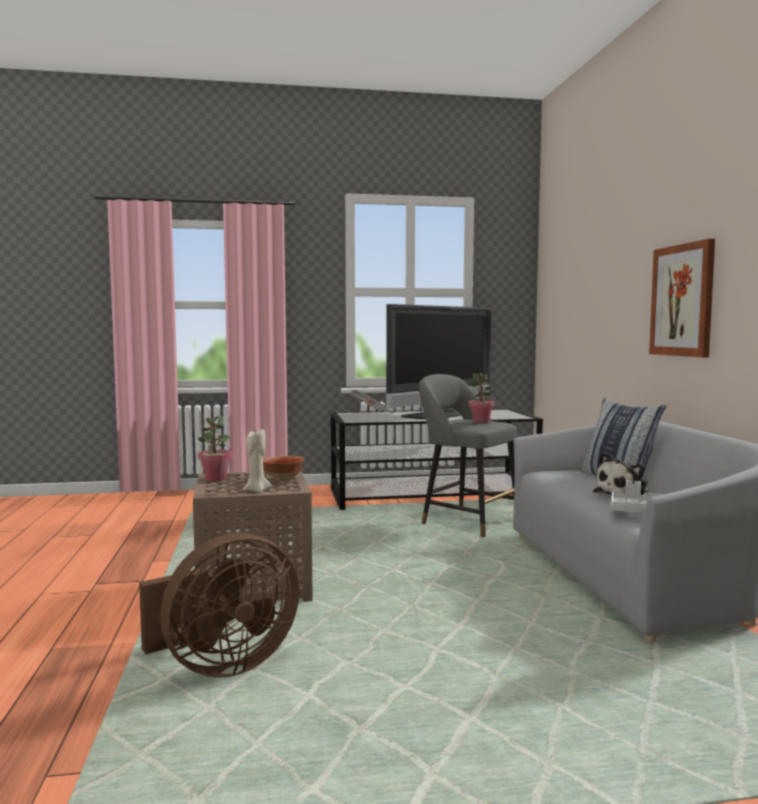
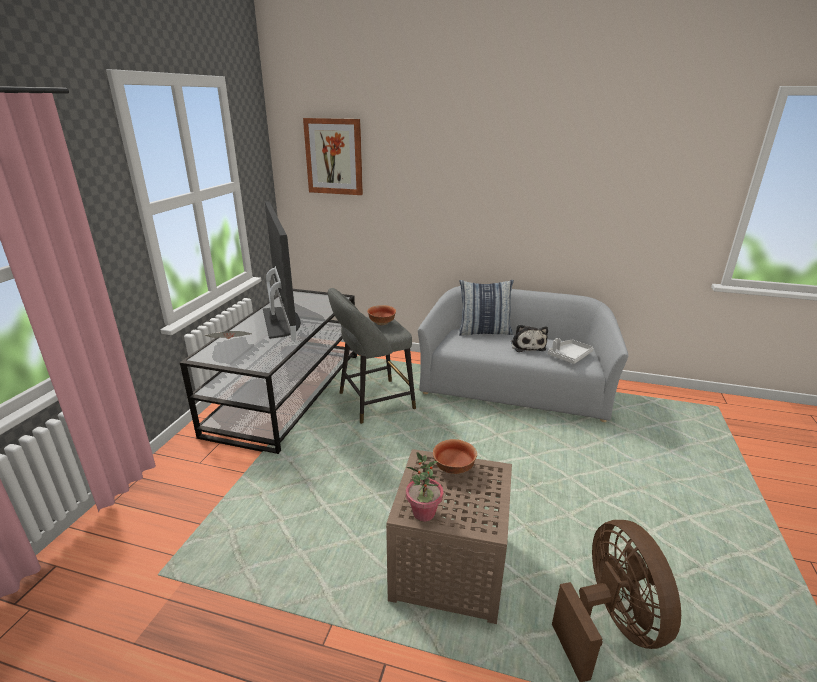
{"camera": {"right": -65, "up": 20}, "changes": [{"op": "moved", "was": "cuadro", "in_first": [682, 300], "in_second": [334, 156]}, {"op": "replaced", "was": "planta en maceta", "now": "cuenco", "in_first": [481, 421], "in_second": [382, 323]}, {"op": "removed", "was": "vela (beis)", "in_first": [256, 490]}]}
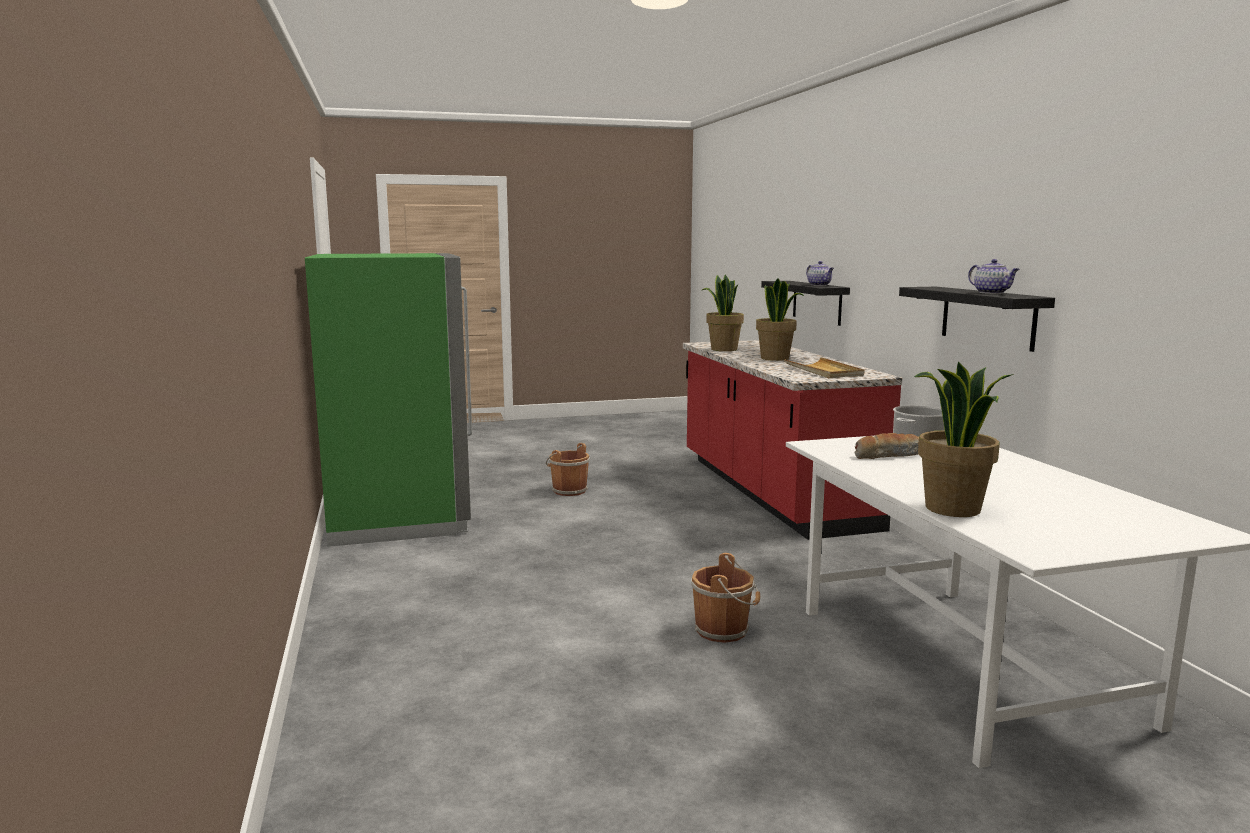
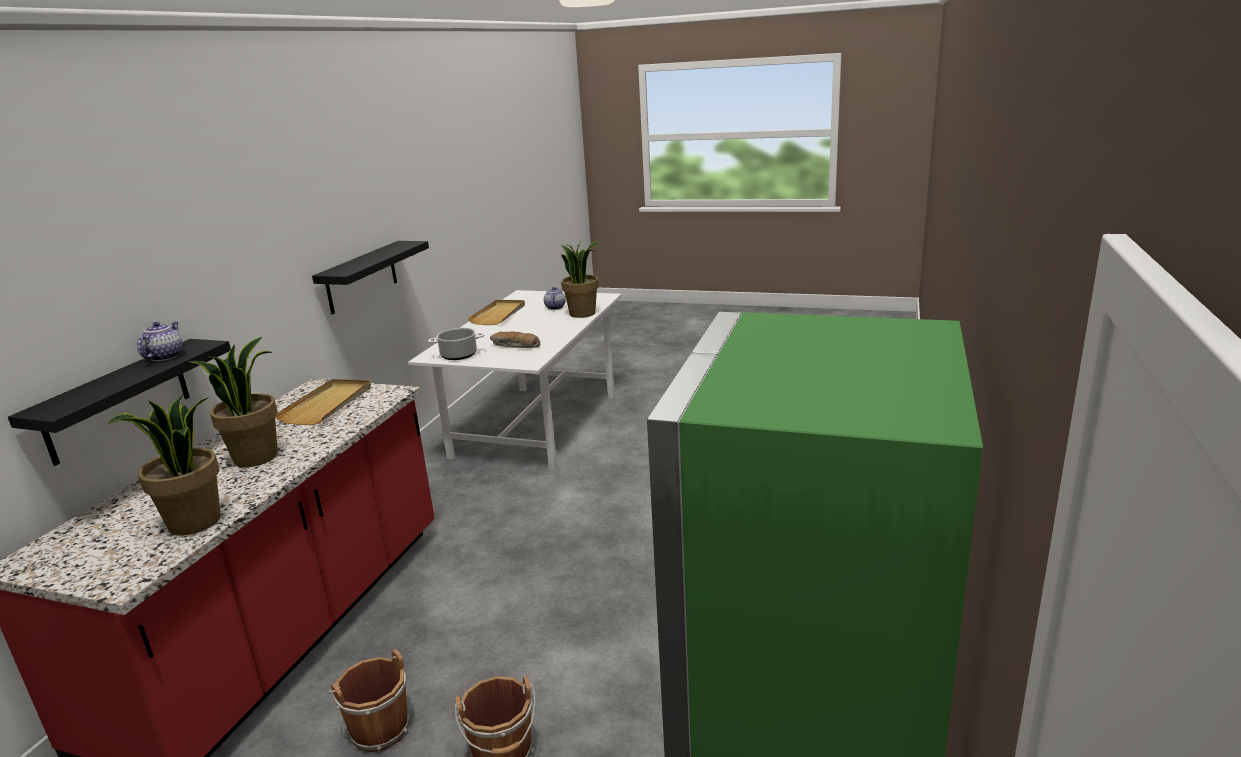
{"camera": {"right": -145, "up": 10}, "changes": [{"op": "moved", "was": "cubo (marrón)", "in_first": [724, 630], "in_second": [378, 728]}, {"op": "added", "now": "bandeja (beis)", "in_second": [499, 314]}, {"op": "moved", "was": "tetera", "in_first": [992, 293], "in_second": [555, 307]}]}
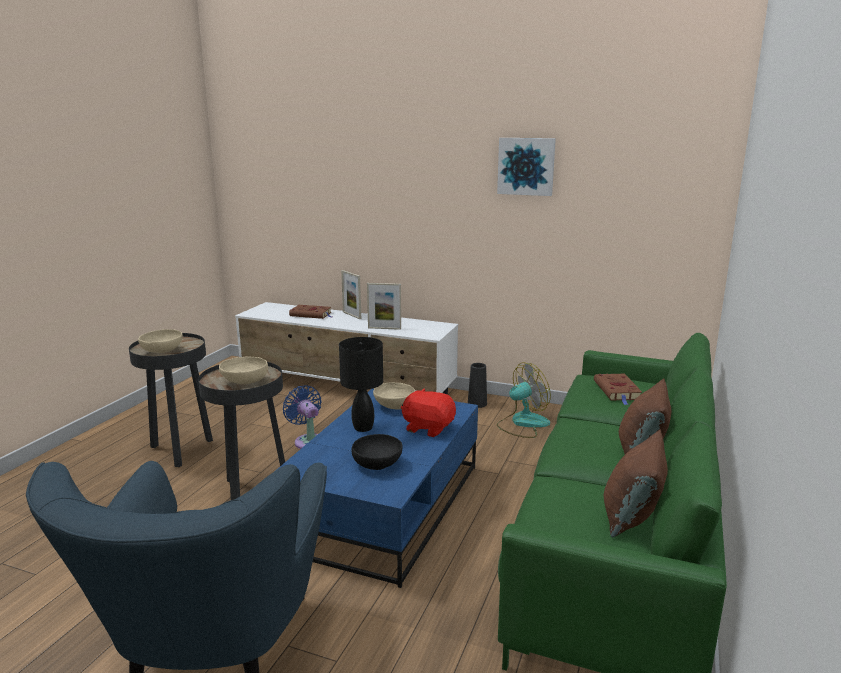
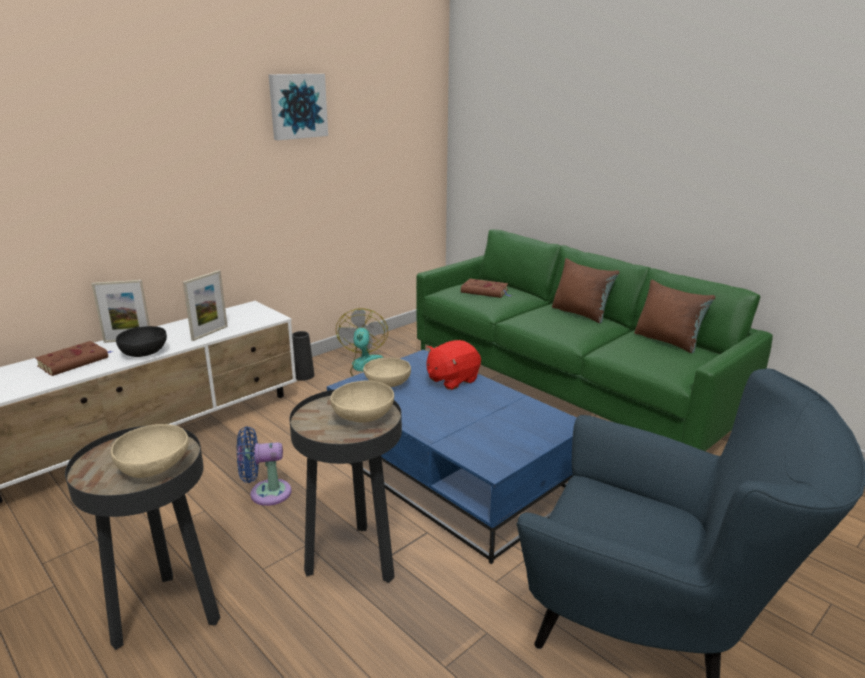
{"camera": {"right": -65, "up": 5}, "changes": [{"op": "moved", "was": "cuenco (negro)", "in_first": [378, 464], "in_second": [144, 352]}, {"op": "removed", "was": "lámpara de mesa (negro)", "in_first": [363, 427]}]}
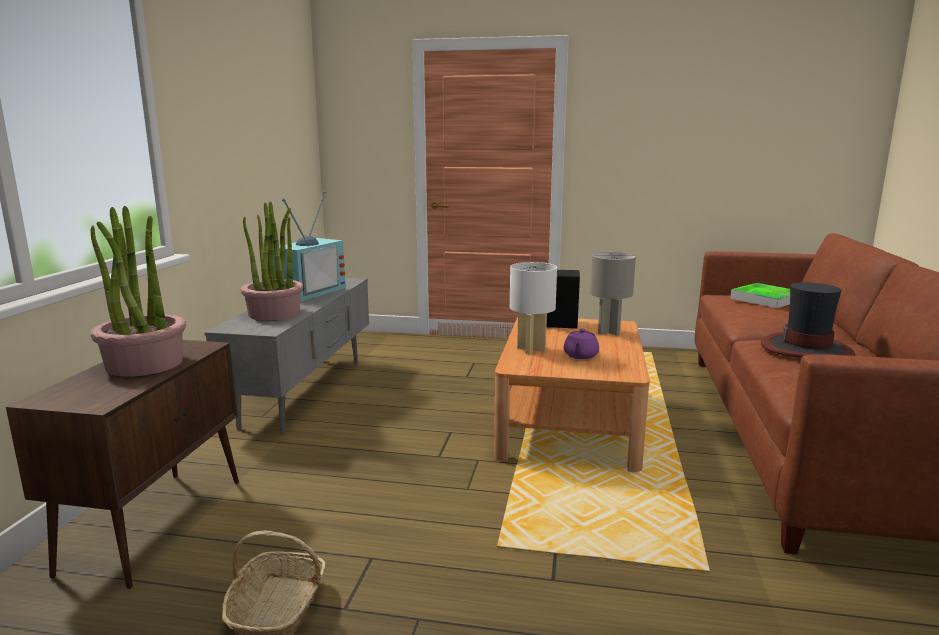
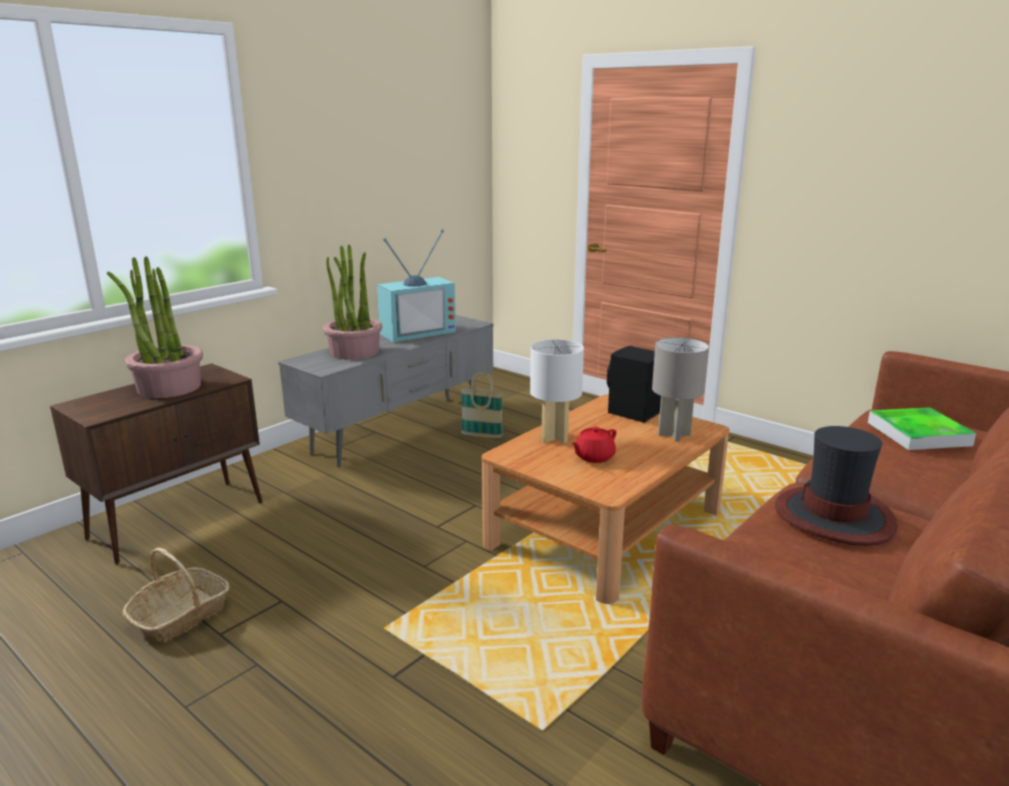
{"camera": {"right": 30, "up": 5}, "changes": [{"op": "added", "now": "cesta", "in_second": [482, 435]}, {"op": "recoloured", "was": "tetera (morado)", "now": "tetera (rojo)", "in_first": [580, 356], "in_second": [593, 457]}]}
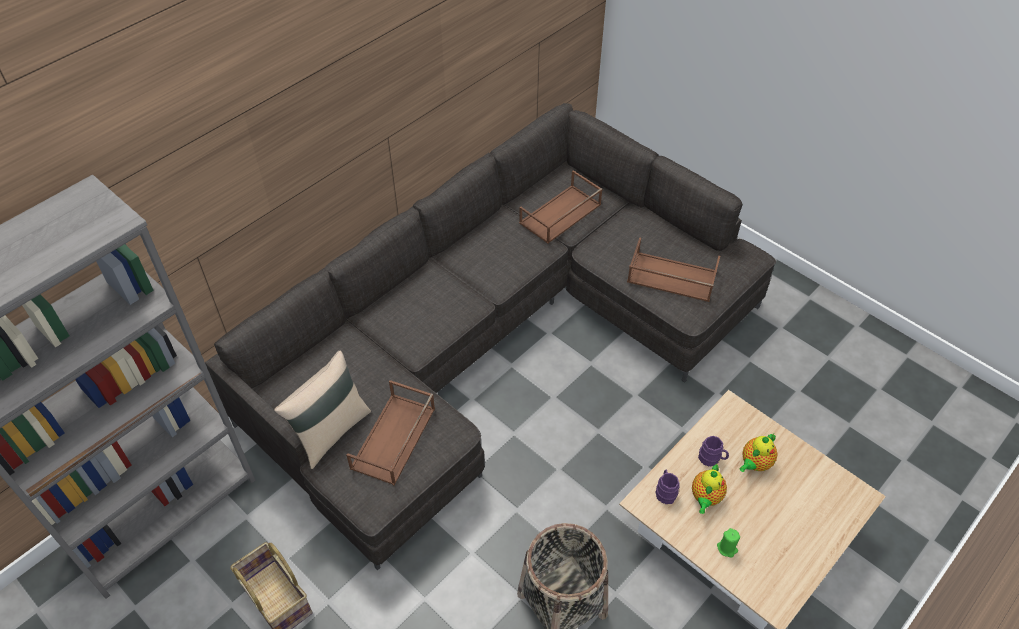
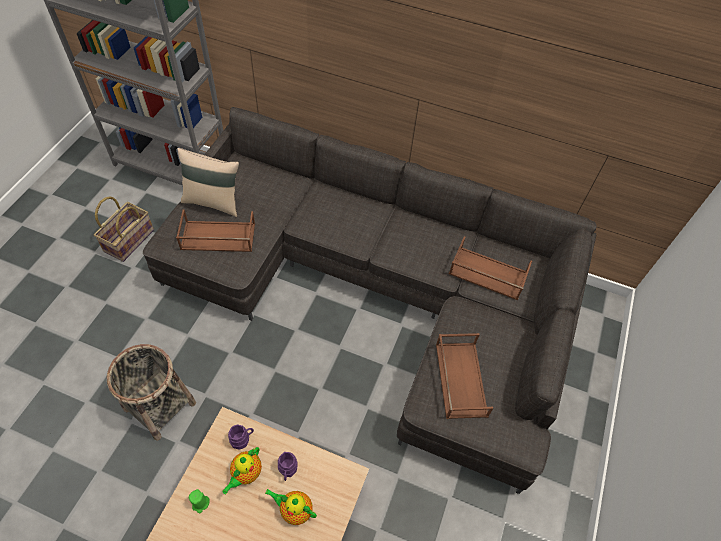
{"camera": {"right": 65, "up": 5}, "changes": [{"op": "turned", "was": "tetera", "in_first": [705, 498], "in_second": [245, 474], "clockwise": -60}]}
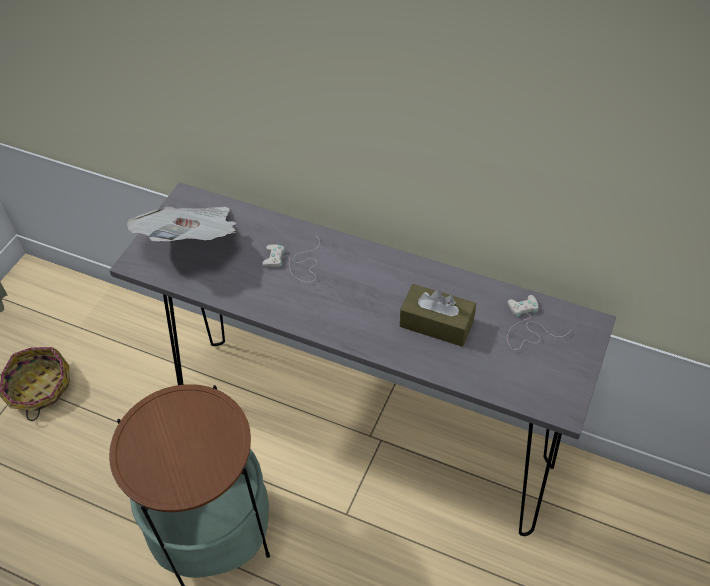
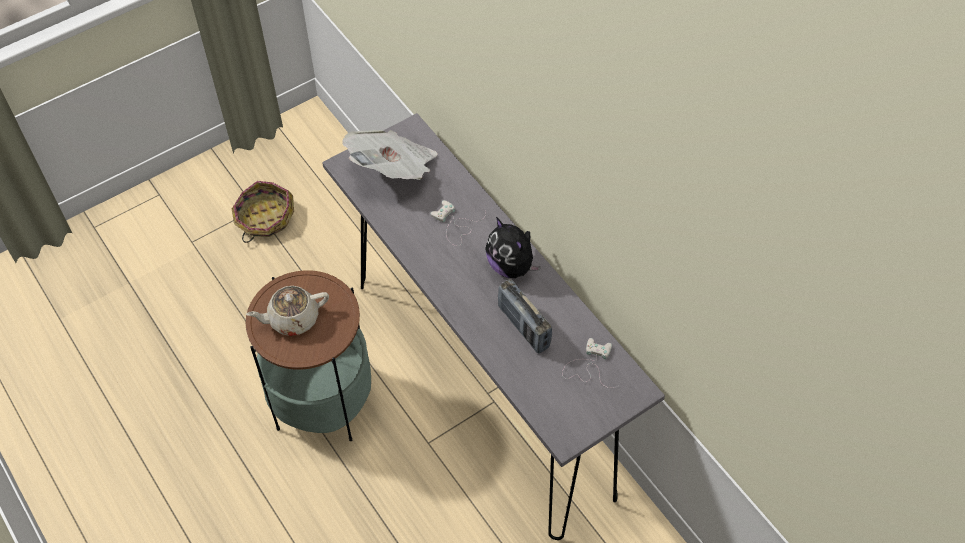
{"camera": {"right": 30, "up": 5}, "changes": [{"op": "added", "now": "tetera (beis)", "in_second": [292, 318]}, {"op": "added", "now": "peluche", "in_second": [511, 266]}, {"op": "replaced", "was": "caja de pañuelos (marrón)", "now": "radio", "in_first": [436, 323], "in_second": [523, 327]}]}
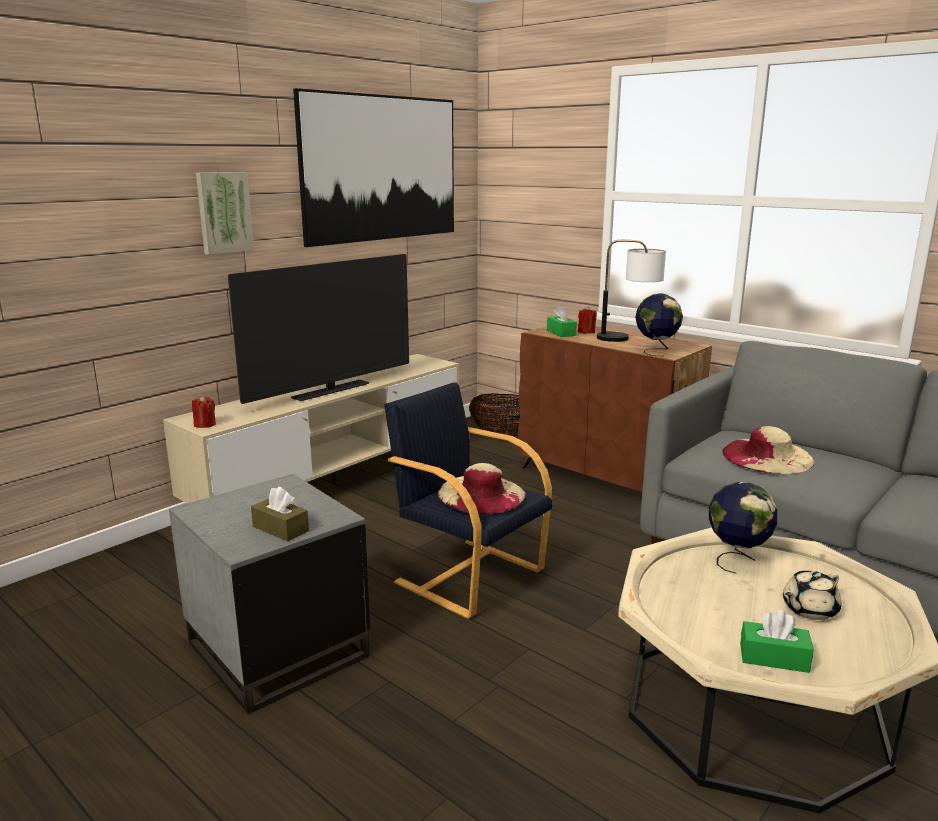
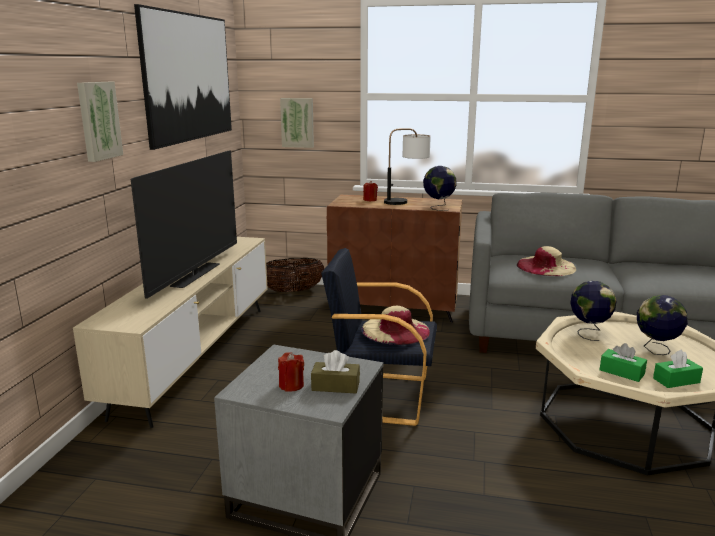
{"camera": {"right": -30, "up": 0}, "changes": [{"op": "moved", "was": "vela (rojo)", "in_first": [205, 424], "in_second": [291, 385]}, {"op": "added", "now": "cuadro", "in_second": [297, 122]}, {"op": "moved", "was": "caja de pañuelos (verde)", "in_first": [561, 333], "in_second": [621, 372]}, {"op": "replaced", "was": "tetera (beis)", "now": "globo terráqueo", "in_first": [808, 610], "in_second": [656, 350]}]}
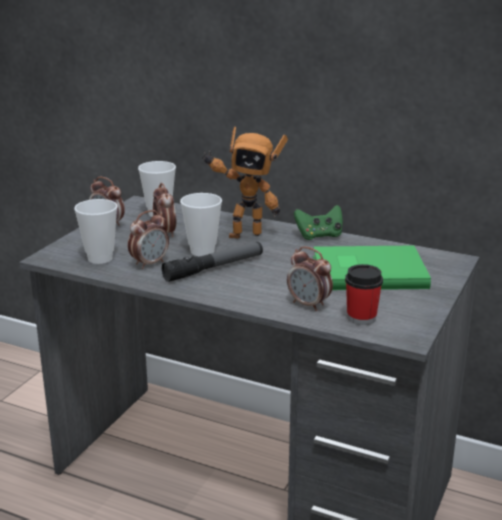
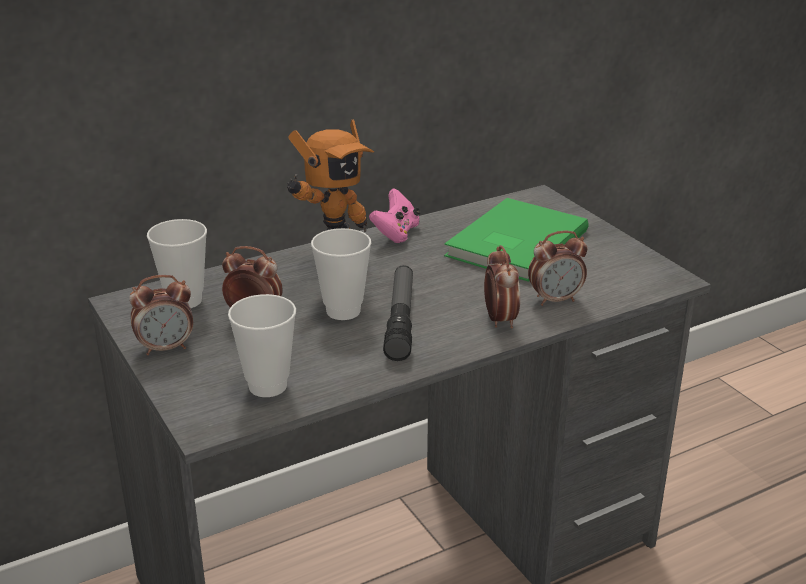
{"camera": {"right": -55, "up": 5}, "changes": [{"op": "recoloured", "was": "mando de consola (verde)", "now": "mando de consola (rosa)", "in_first": [319, 235], "in_second": [396, 233]}, {"op": "moved", "was": "despertador", "in_first": [150, 263], "in_second": [499, 319]}, {"op": "removed", "was": "taza", "in_first": [361, 318]}]}
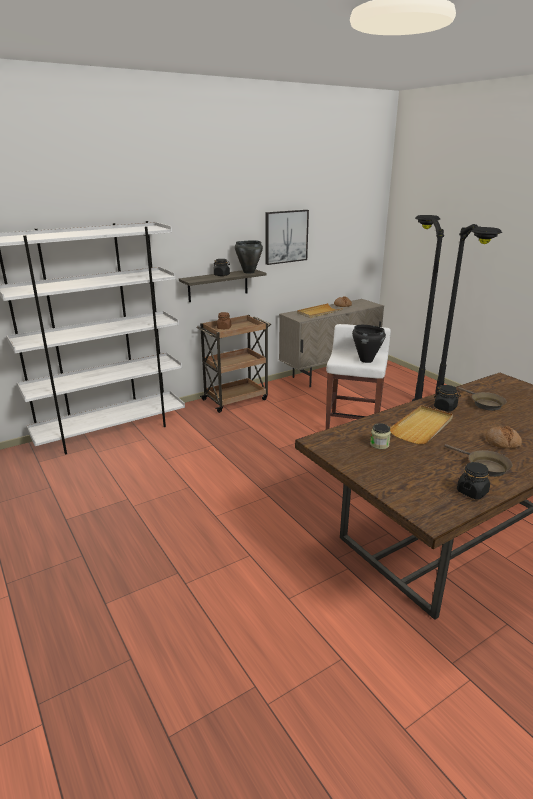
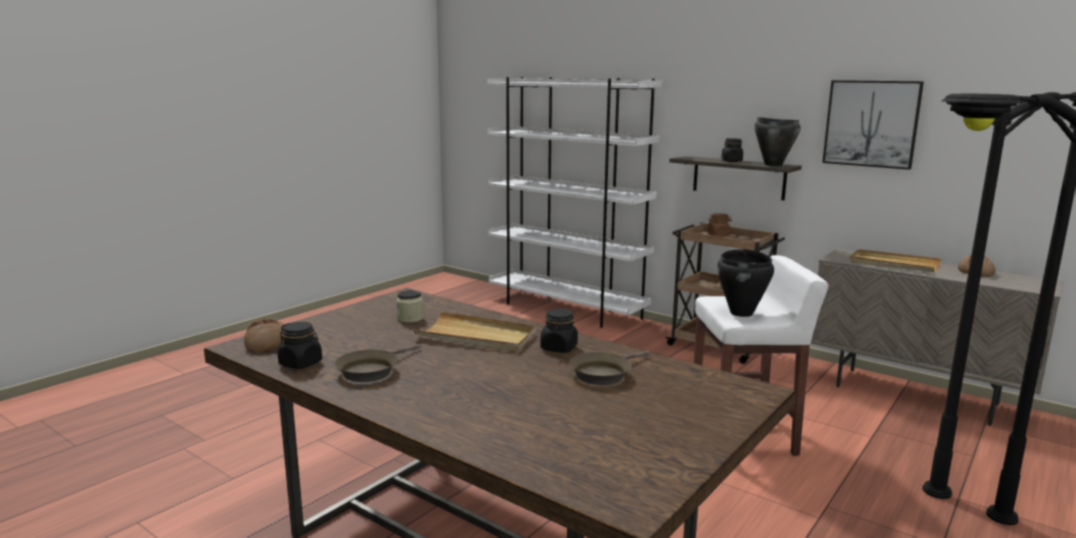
{"camera": {"right": 70, "up": -10}, "changes": [{"op": "moved", "was": "pan", "in_first": [502, 442], "in_second": [267, 344]}]}
